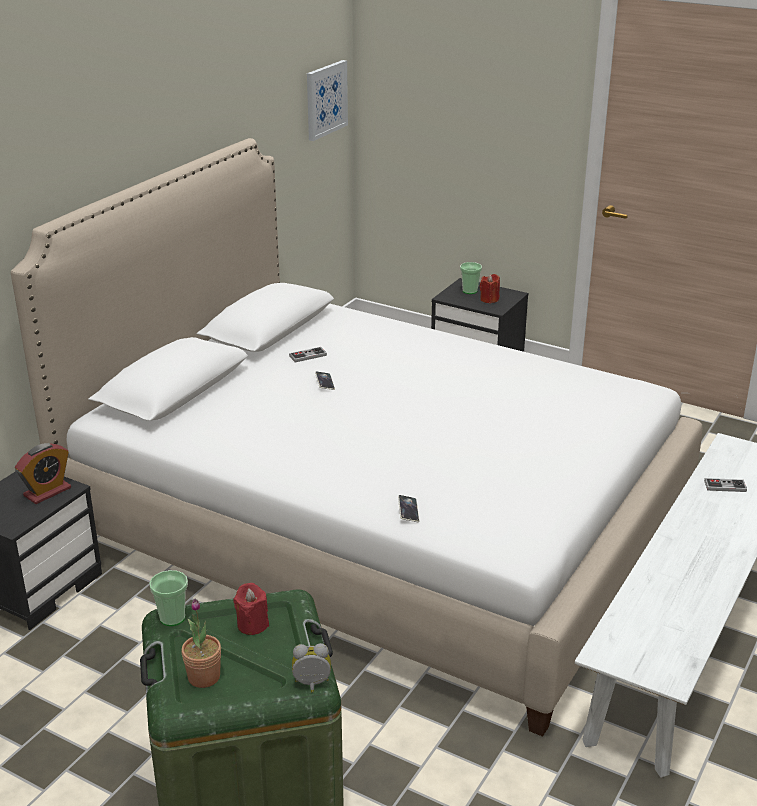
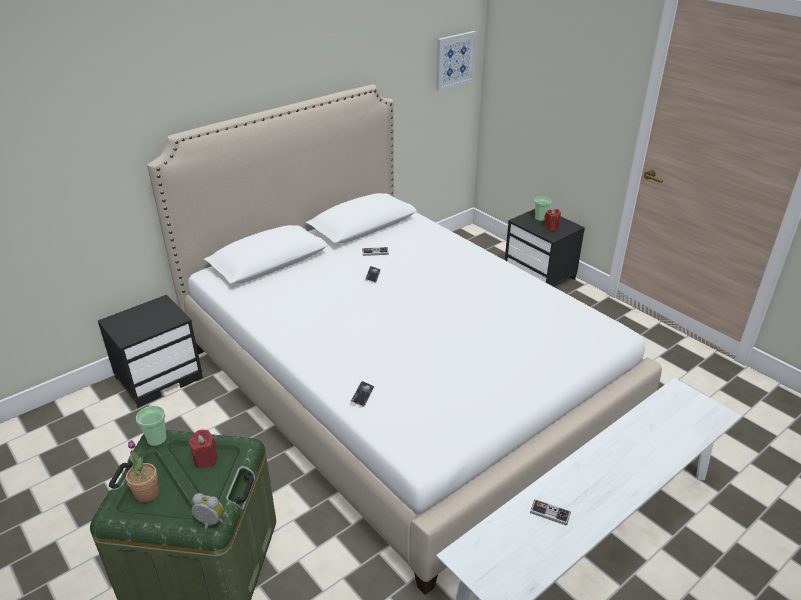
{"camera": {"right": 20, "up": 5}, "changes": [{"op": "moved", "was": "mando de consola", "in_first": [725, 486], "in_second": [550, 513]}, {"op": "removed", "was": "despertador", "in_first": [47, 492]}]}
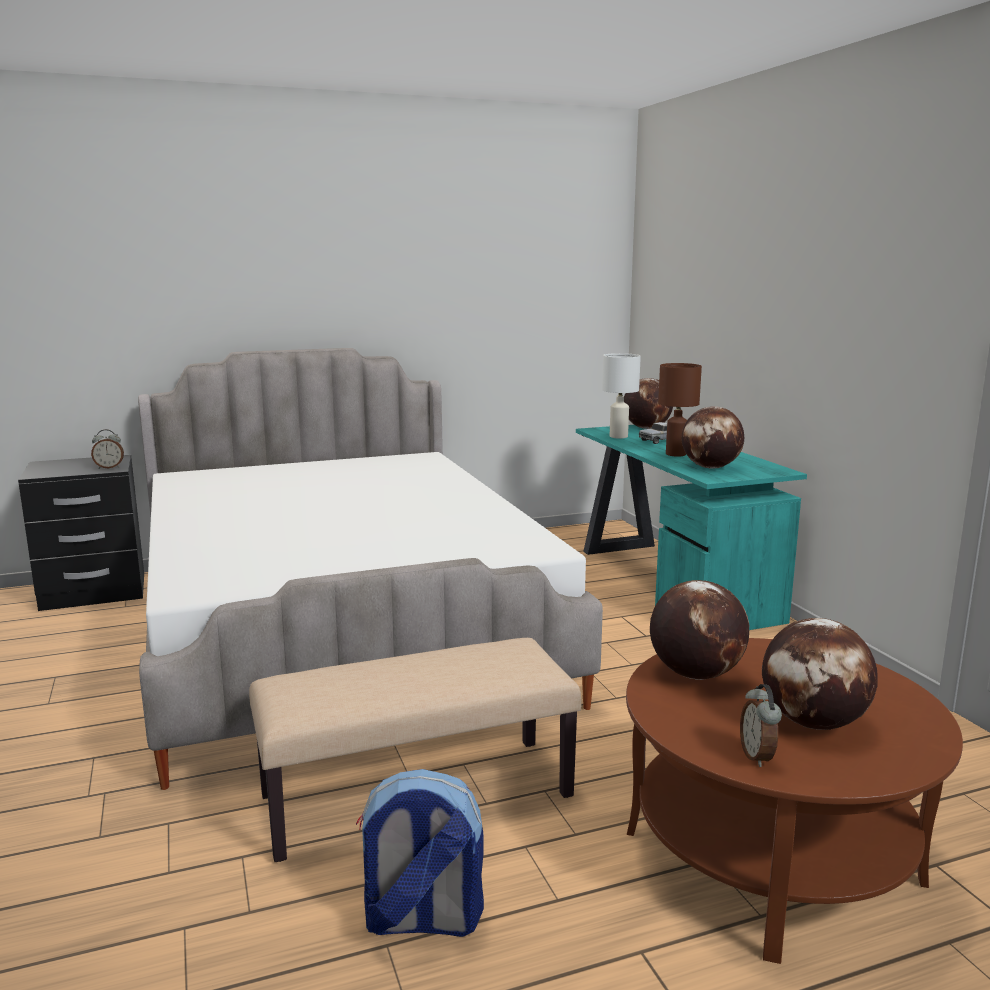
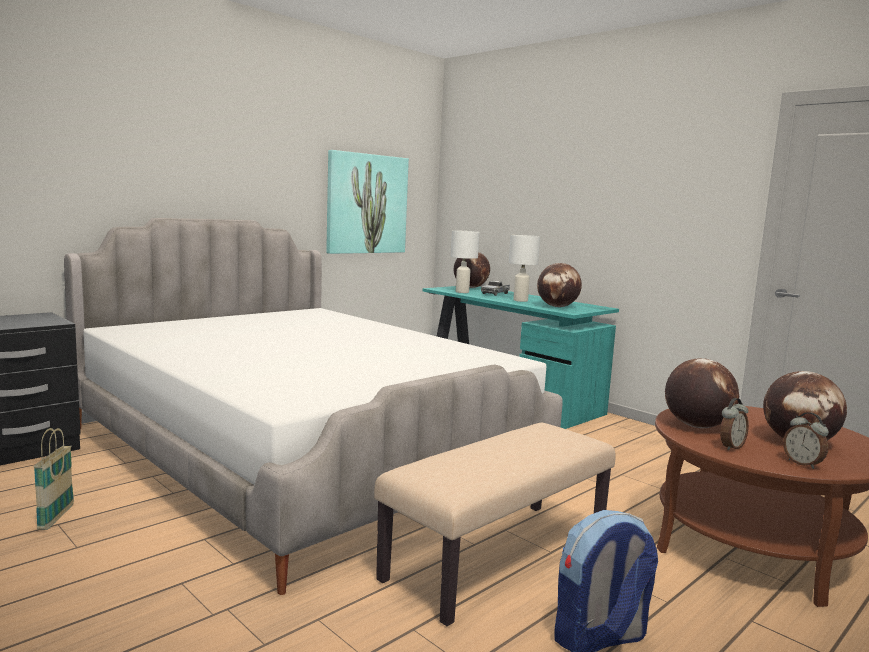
{"camera": {"right": -25, "up": -5}, "changes": [{"op": "added", "now": "cesta", "in_second": [56, 517]}, {"op": "added", "now": "cuadro", "in_second": [366, 204]}, {"op": "recoloured", "was": "lámpara de mesa (marrón)", "now": "lámpara de mesa (blanco)", "in_first": [675, 454], "in_second": [520, 300]}, {"op": "moved", "was": "despertador", "in_first": [109, 467], "in_second": [730, 447]}]}
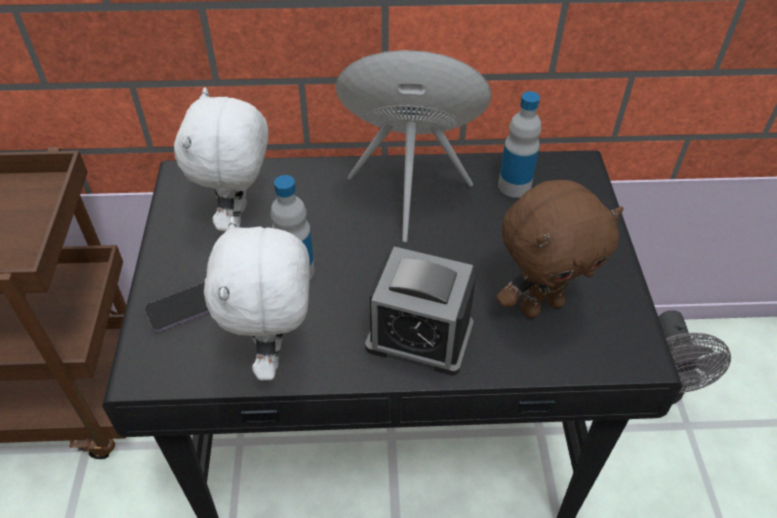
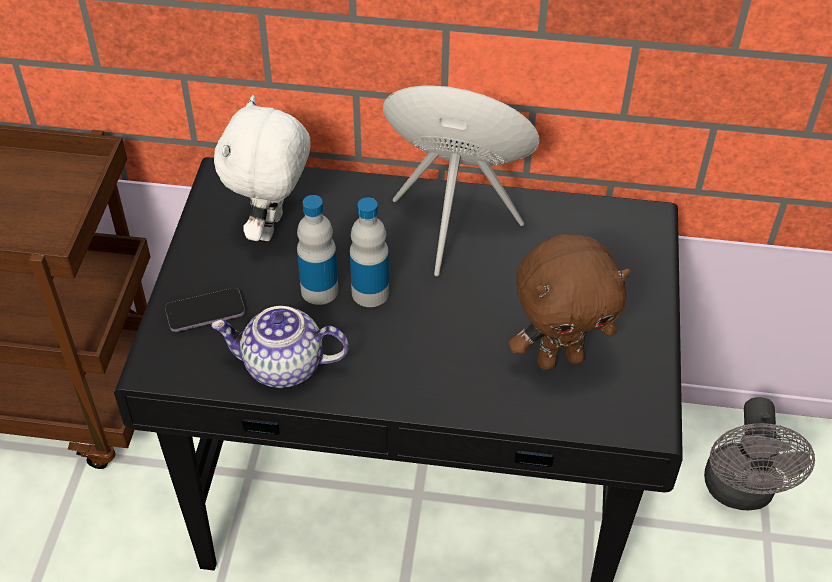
{"camera": {"right": 10, "up": 0}, "changes": [{"op": "replaced", "was": "peluche (blanco)", "now": "tetera", "in_first": [274, 352], "in_second": [282, 367]}, {"op": "moved", "was": "botella", "in_first": [514, 186], "in_second": [370, 293]}, {"op": "removed", "was": "despertador", "in_first": [419, 336]}]}
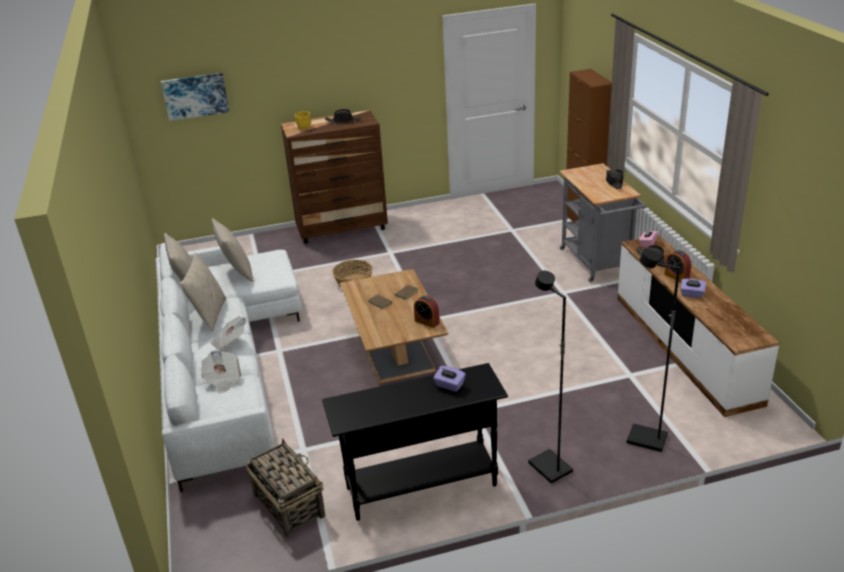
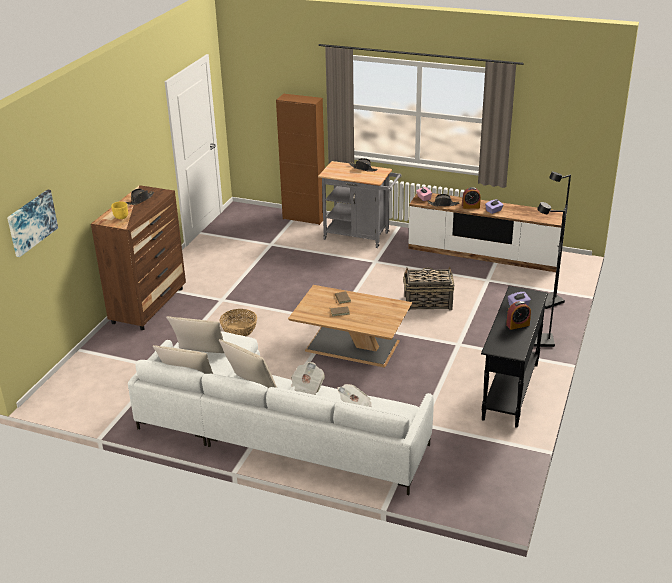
{"camera": {"right": -55, "up": 0}, "changes": [{"op": "moved", "was": "cesta", "in_first": [288, 504], "in_second": [427, 302]}, {"op": "moved", "was": "despertador", "in_first": [427, 322], "in_second": [518, 325]}]}
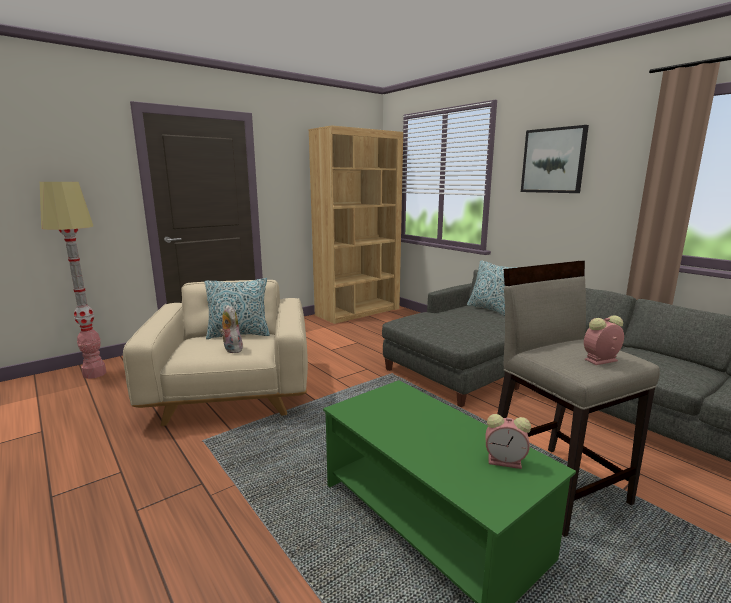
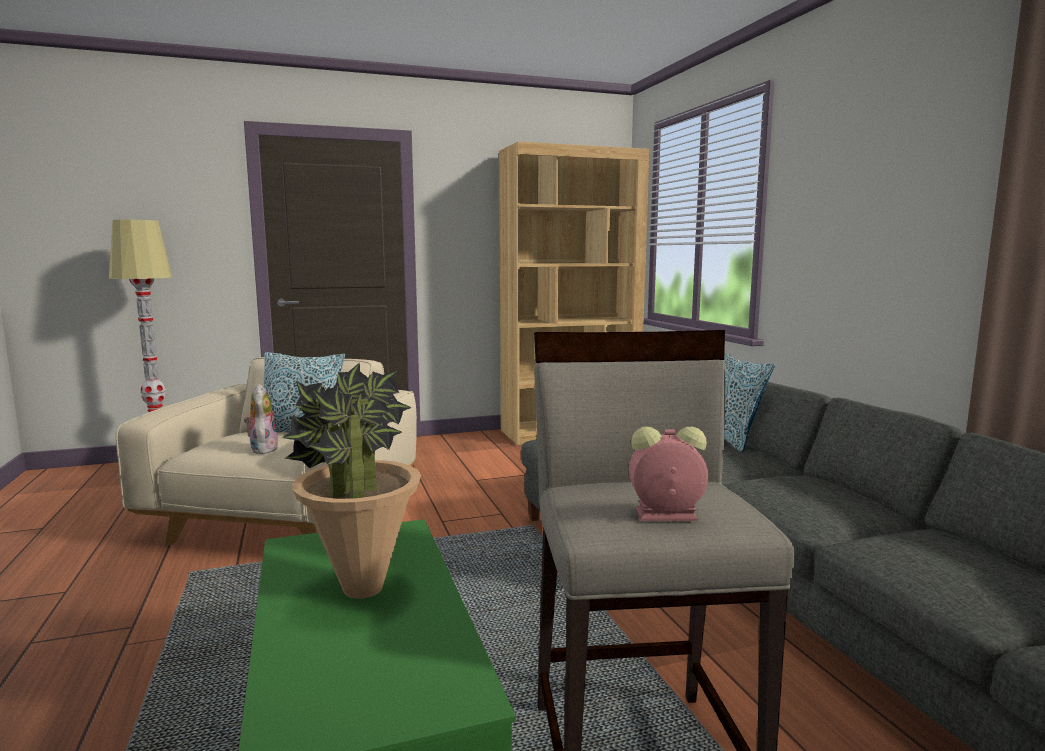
{"camera": {"right": 20, "up": -5}, "changes": [{"op": "added", "now": "planta en maceta", "in_second": [362, 589]}, {"op": "removed", "was": "despertador", "in_first": [506, 461]}, {"op": "removed", "was": "cuadro", "in_first": [553, 160]}]}
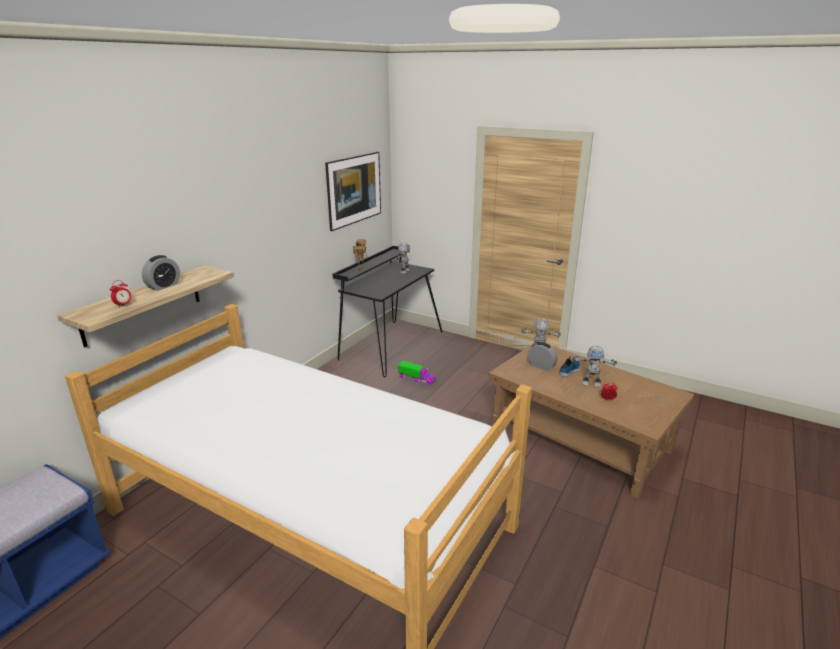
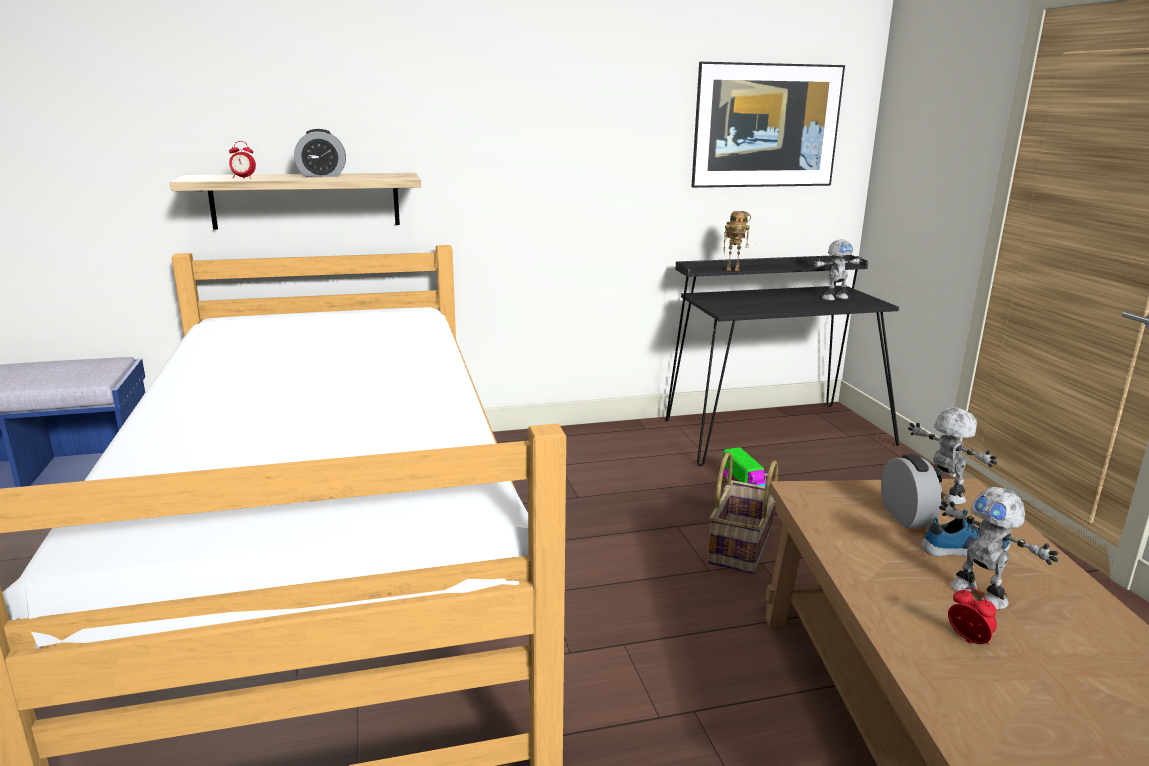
{"camera": {"right": 45, "up": -5}, "changes": [{"op": "added", "now": "cesta", "in_second": [741, 548]}]}
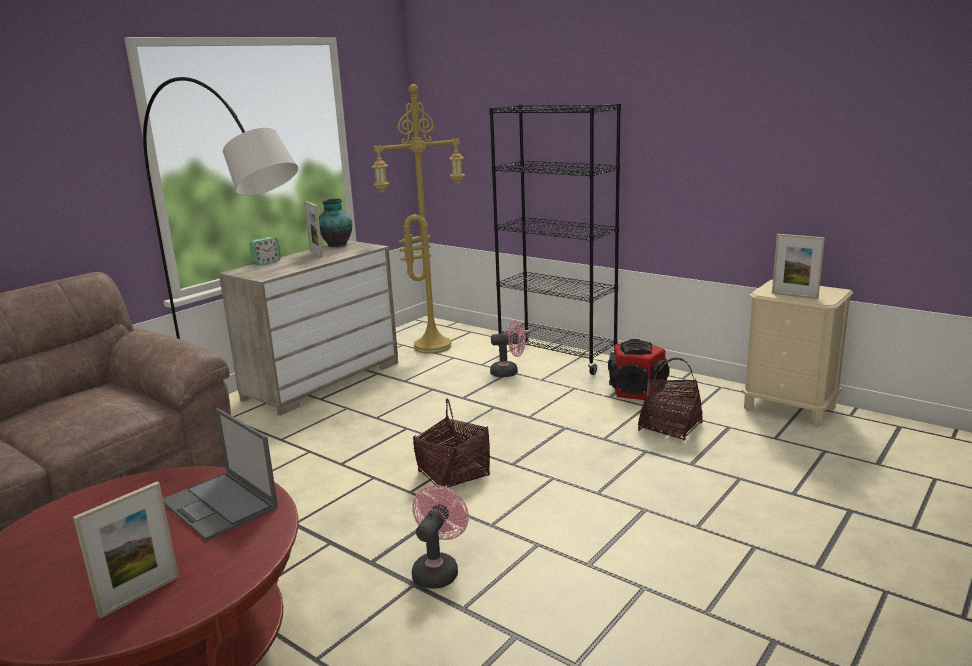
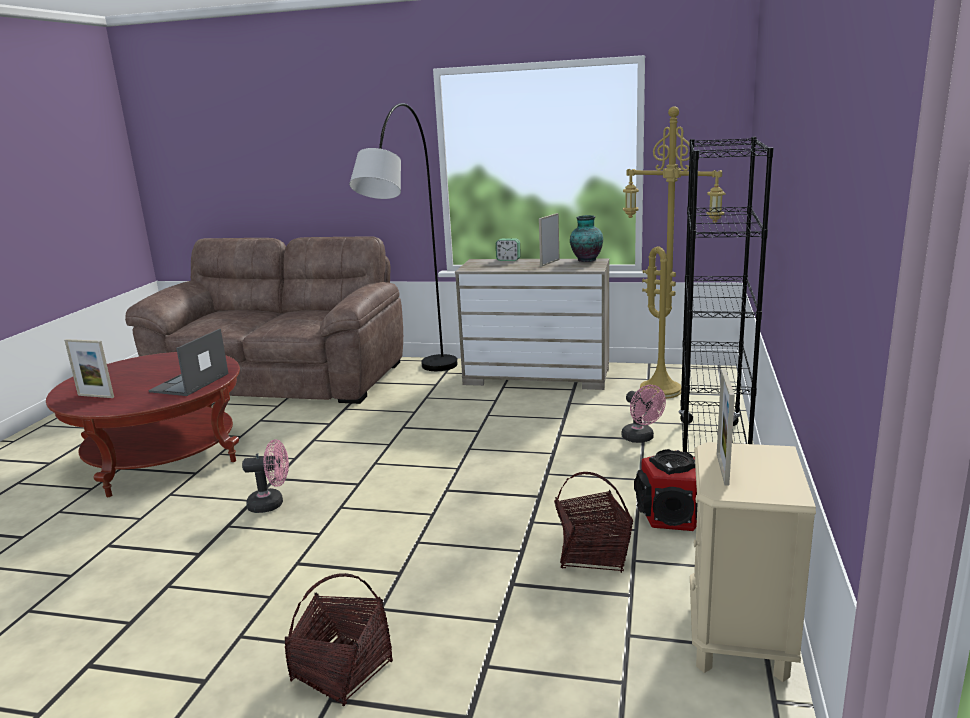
{"camera": {"right": 65, "up": 0}, "changes": [{"op": "moved", "was": "cesta", "in_first": [453, 474], "in_second": [343, 671]}]}
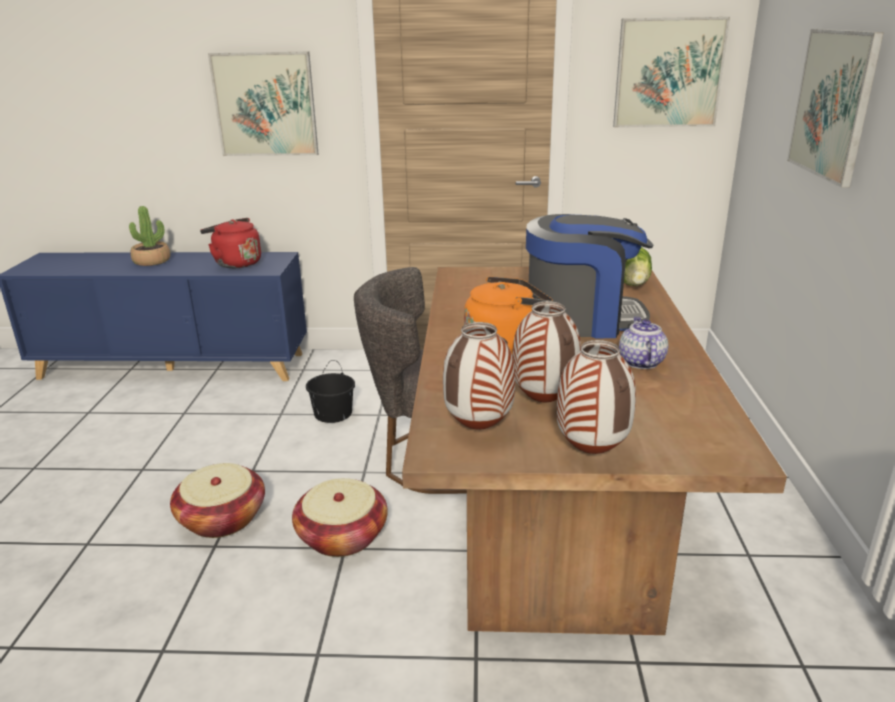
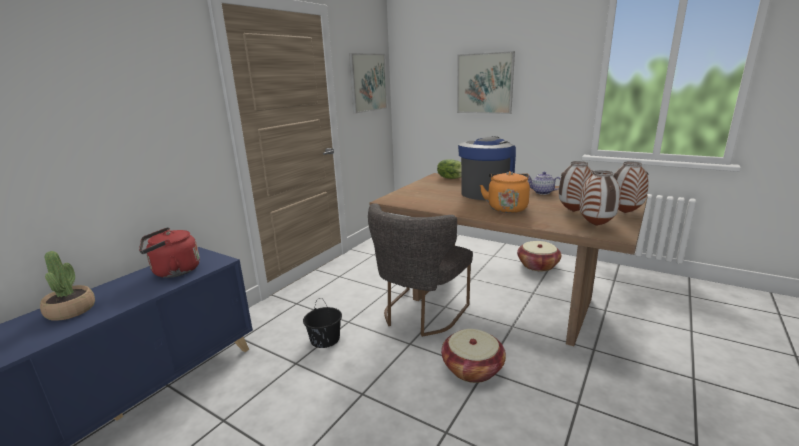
{"camera": {"right": -60, "up": -5}, "changes": [{"op": "moved", "was": "cesta", "in_first": [222, 519], "in_second": [537, 265]}, {"op": "removed", "was": "cuadro", "in_first": [265, 104]}]}
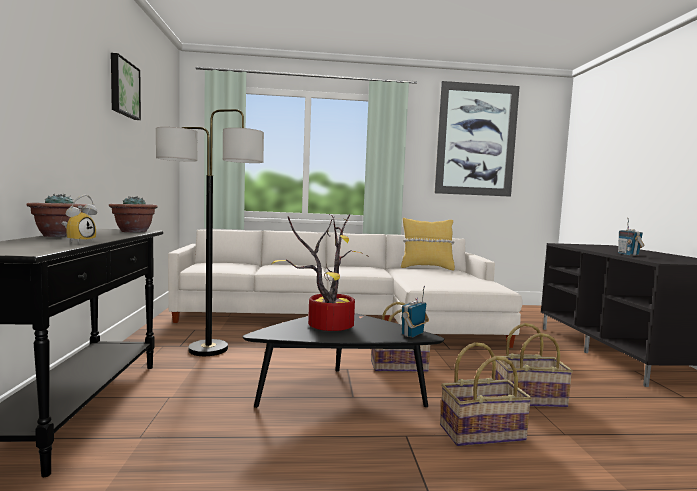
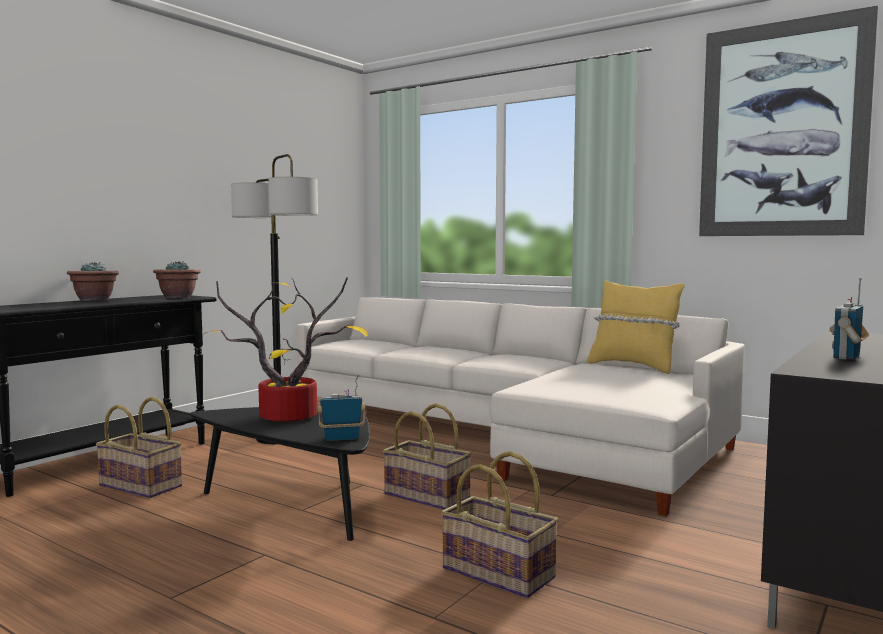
{"camera": {"right": 40, "up": 0}, "changes": [{"op": "moved", "was": "cesta", "in_first": [481, 432], "in_second": [142, 485]}, {"op": "removed", "was": "despertador", "in_first": [79, 241]}, {"op": "removed", "was": "cuadro", "in_first": [123, 88]}]}
